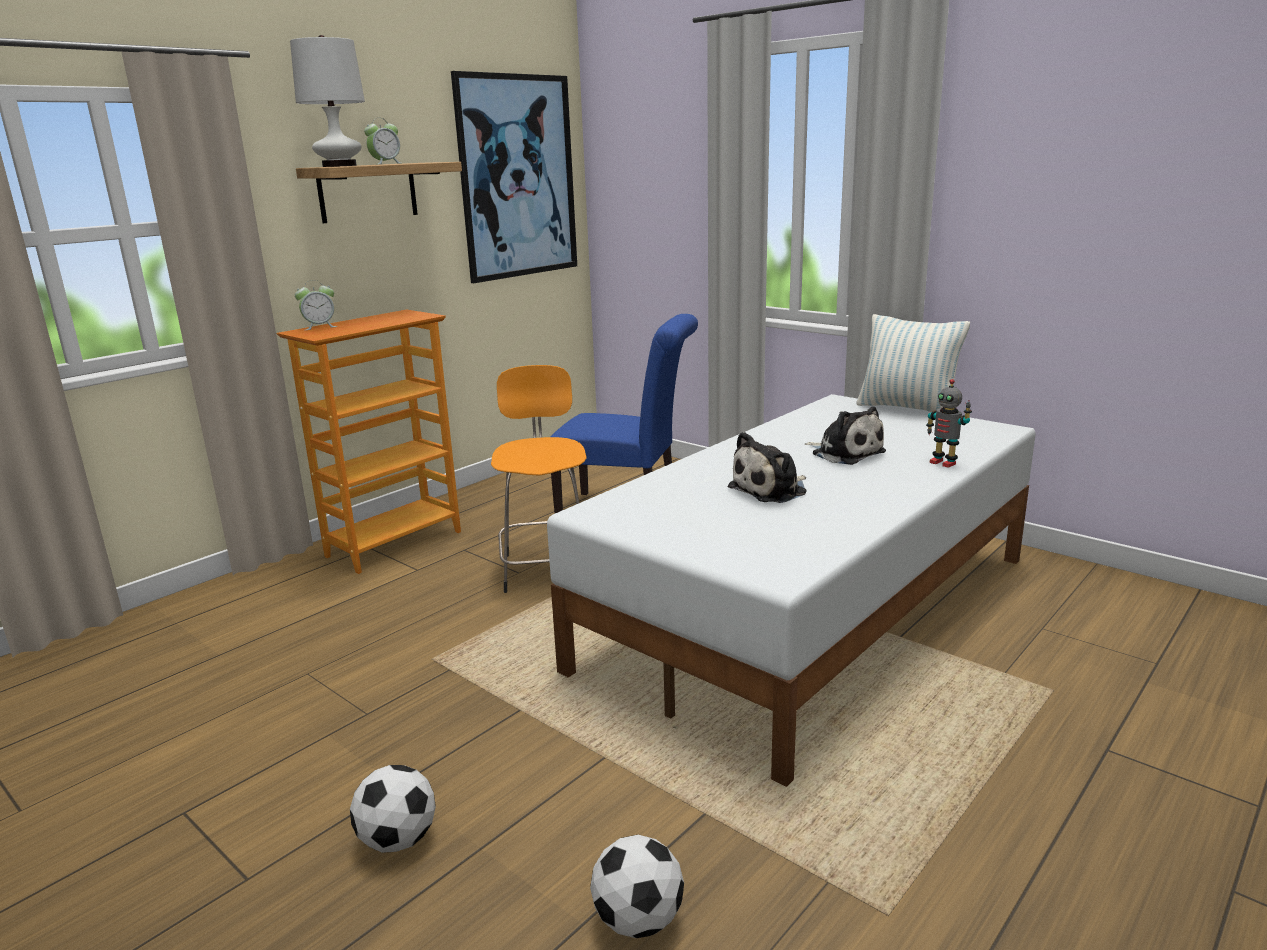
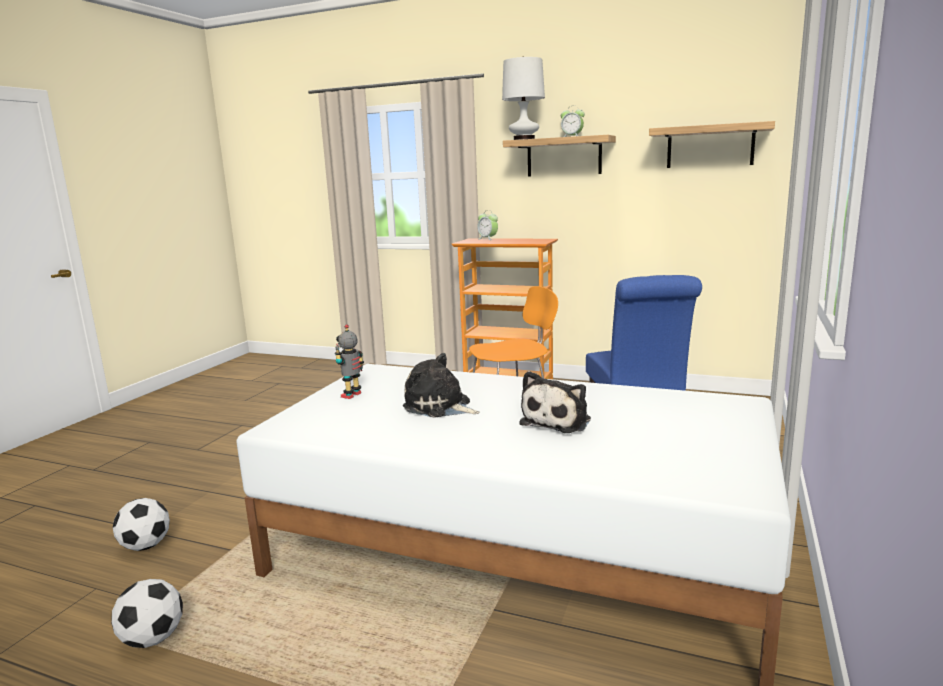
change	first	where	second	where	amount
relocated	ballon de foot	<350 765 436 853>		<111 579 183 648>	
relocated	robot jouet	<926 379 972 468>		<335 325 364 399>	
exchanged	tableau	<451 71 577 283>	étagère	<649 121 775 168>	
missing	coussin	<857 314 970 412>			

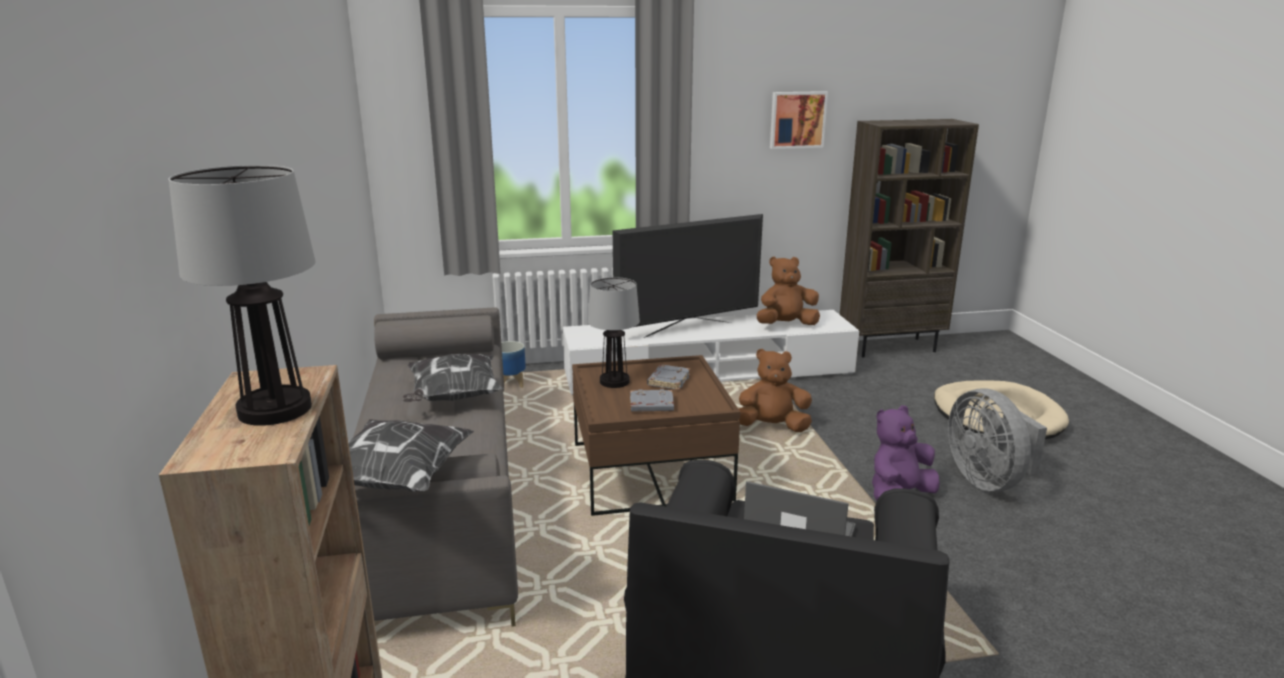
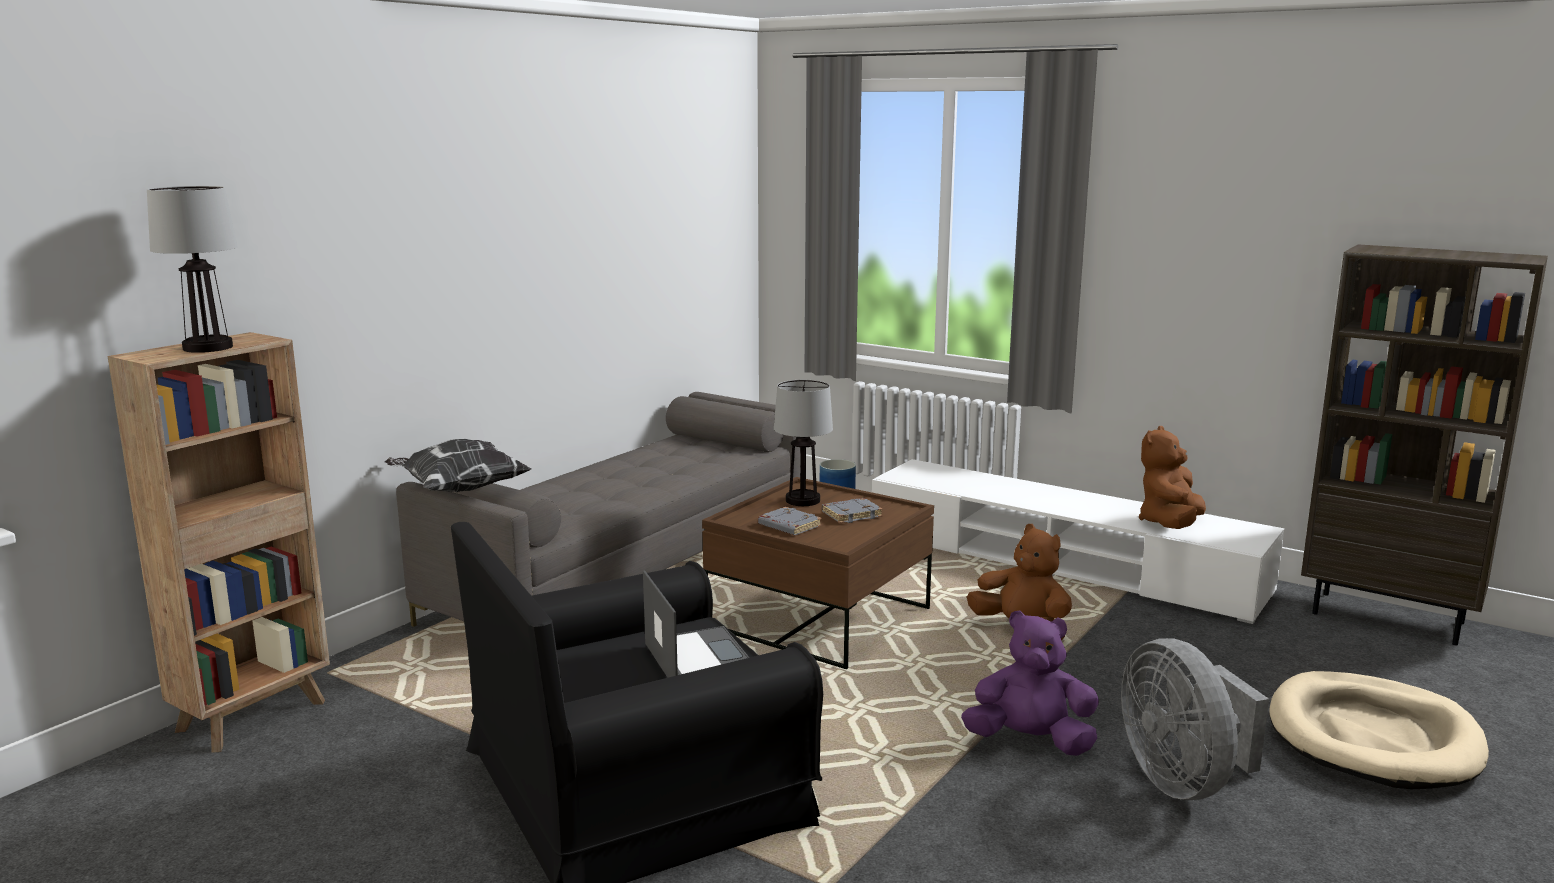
change	first	where	second	where	amount
spun	ventilateur (gris)	<948 388 1047 492>		<1121 638 1269 800>	45 degrees counterclockwise
spun	peluche (marron)	<757 256 820 325>		<1139 426 1206 529>	90 degrees counterclockwise
missing	coussin	<403 354 504 402>			
missing	téléviseur	<613 214 763 338>			
missing	tableau	<770 91 828 149>			

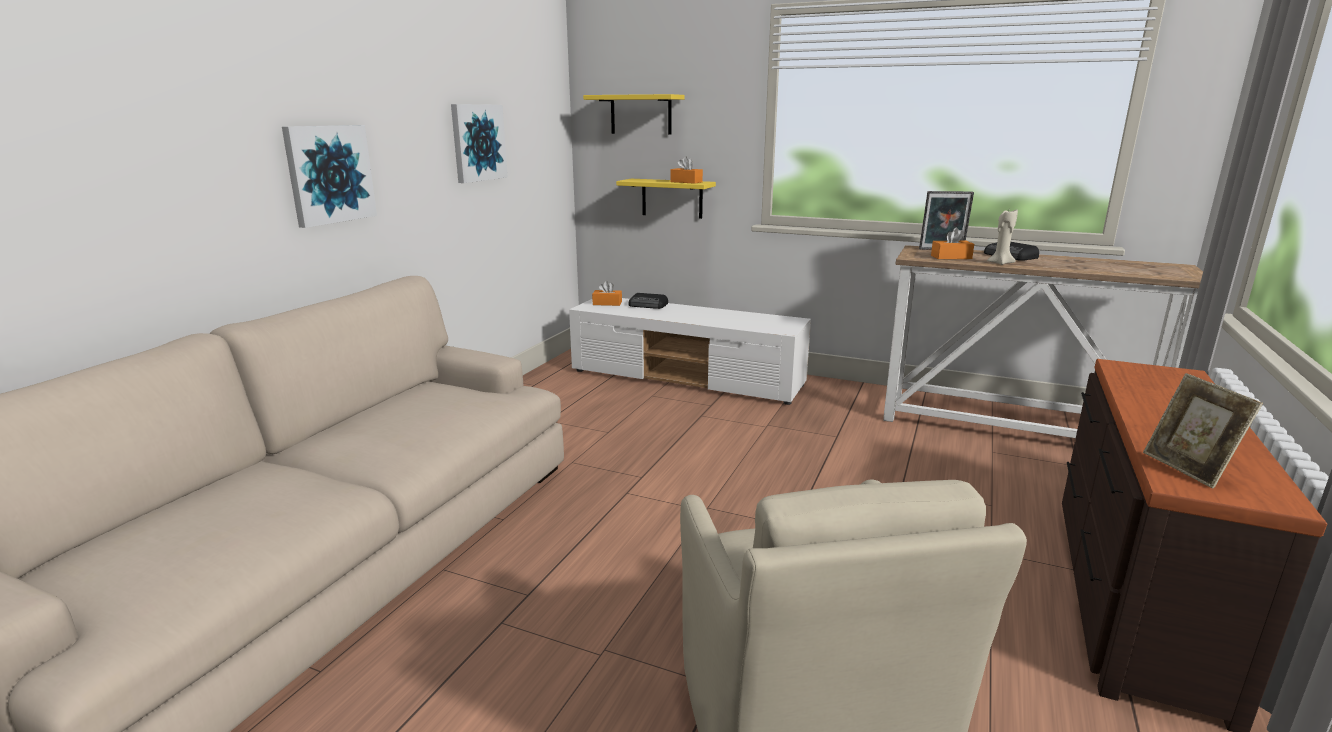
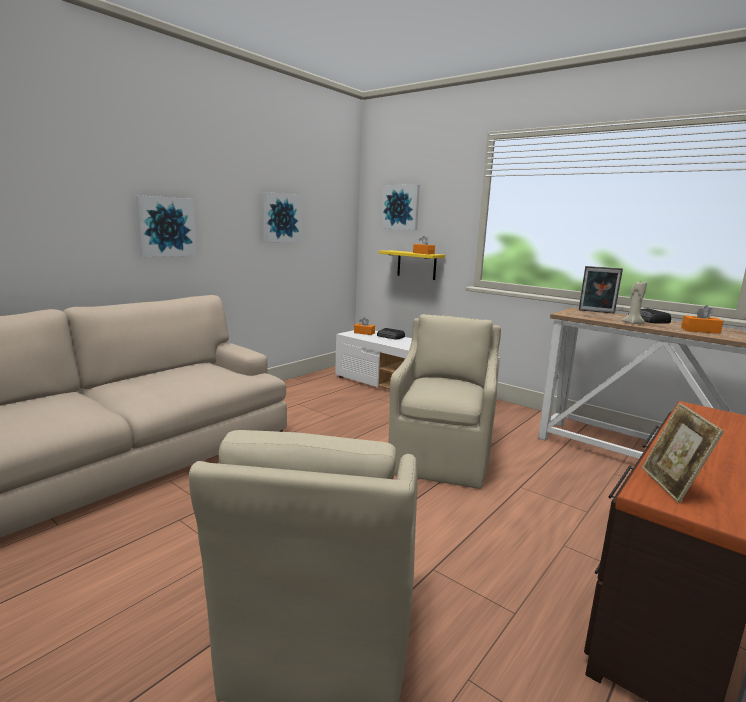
change	first	where	second	where	amount
exchanged	étagère (jaune)	<583 94 685 135>	tableau	<381 185 420 230>	
appeared			fauteuil (beige)	<389 314 501 489>	
relocated	boîte à mouchoirs (orange)	<931 228 974 259>		<681 305 723 334>	

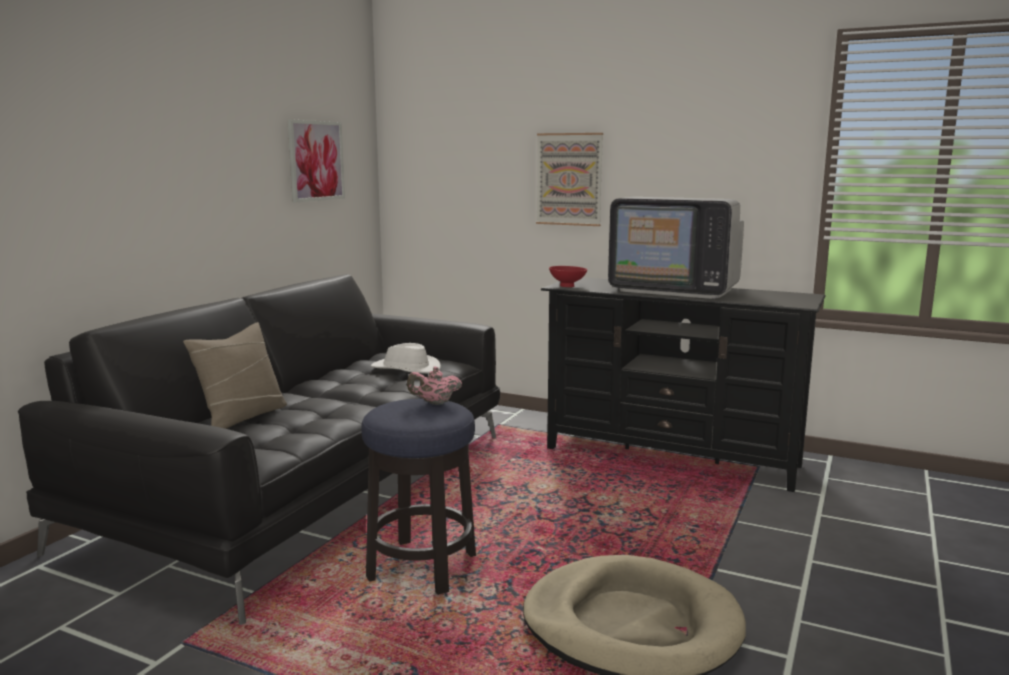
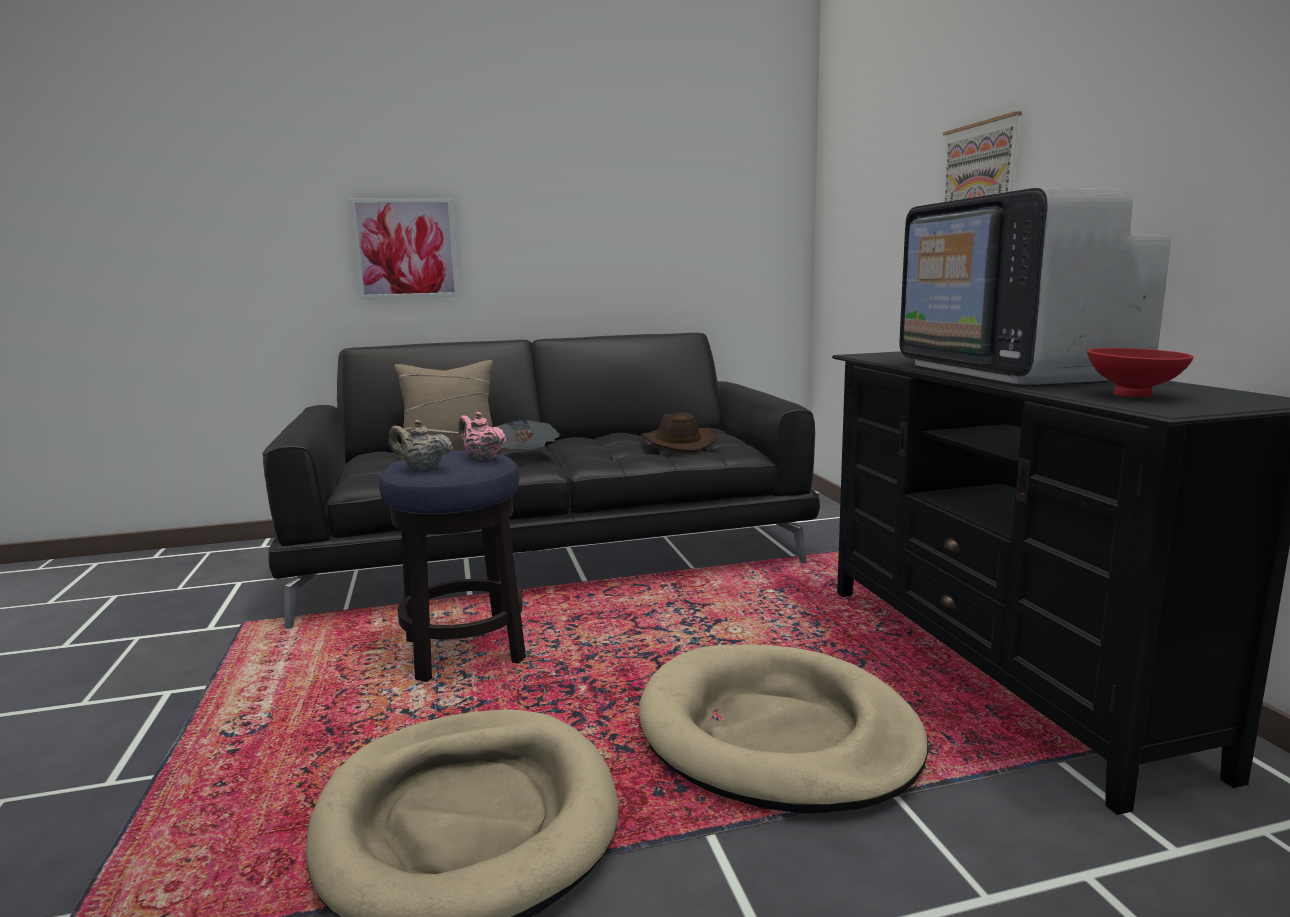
change	first	where	second	where	amount
relocated	tableau	<287 119 345 202>		<350 198 459 299>	
appeared			théière (beige)	<389 420 453 471>	
appeared			journal	<496 420 560 449>	
appeared			panier pour chien (beige)	<639 645 928 814>	
colour	chapeau (blanc)	<371 343 441 373>	chapeau (marron)	<640 412 717 451>	
relocated	bol (rouge)	<549 266 587 287>		<1087 348 1194 398>	

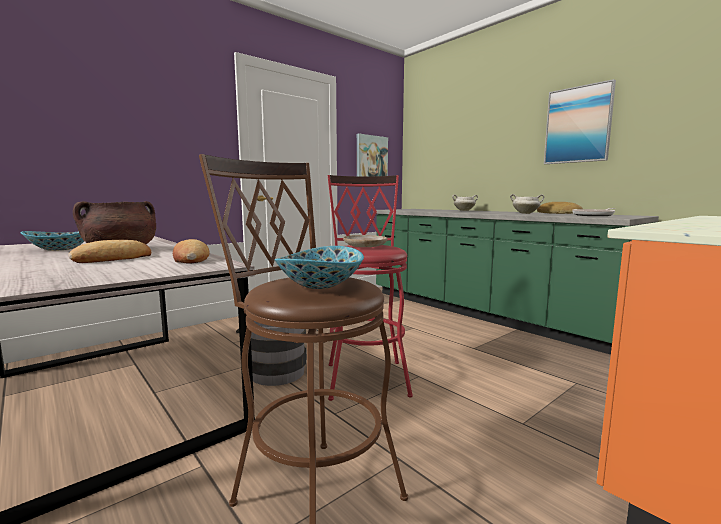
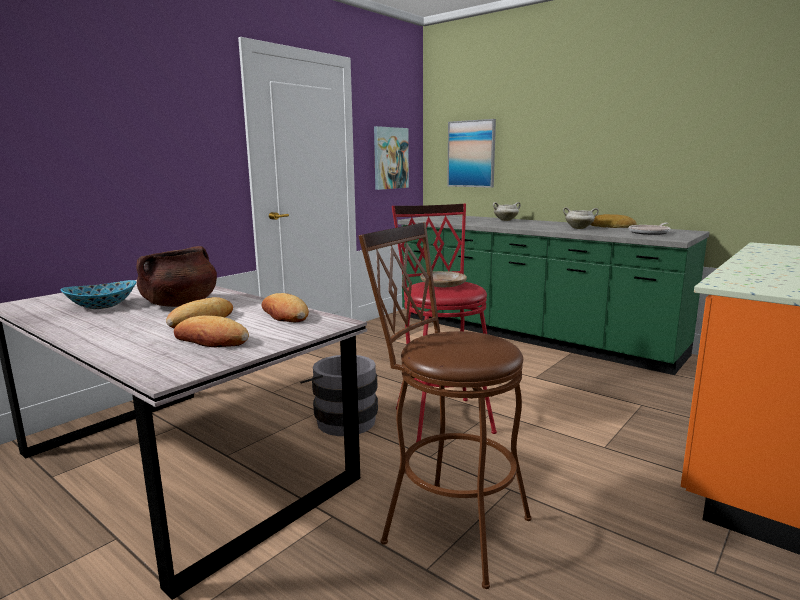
change	first	where	second	where	amount
appeared			pain	<174 315 249 347>	
relocated	tableau	<544 79 616 164>		<447 119 496 188>	
missing	bol	<275 246 364 289>			

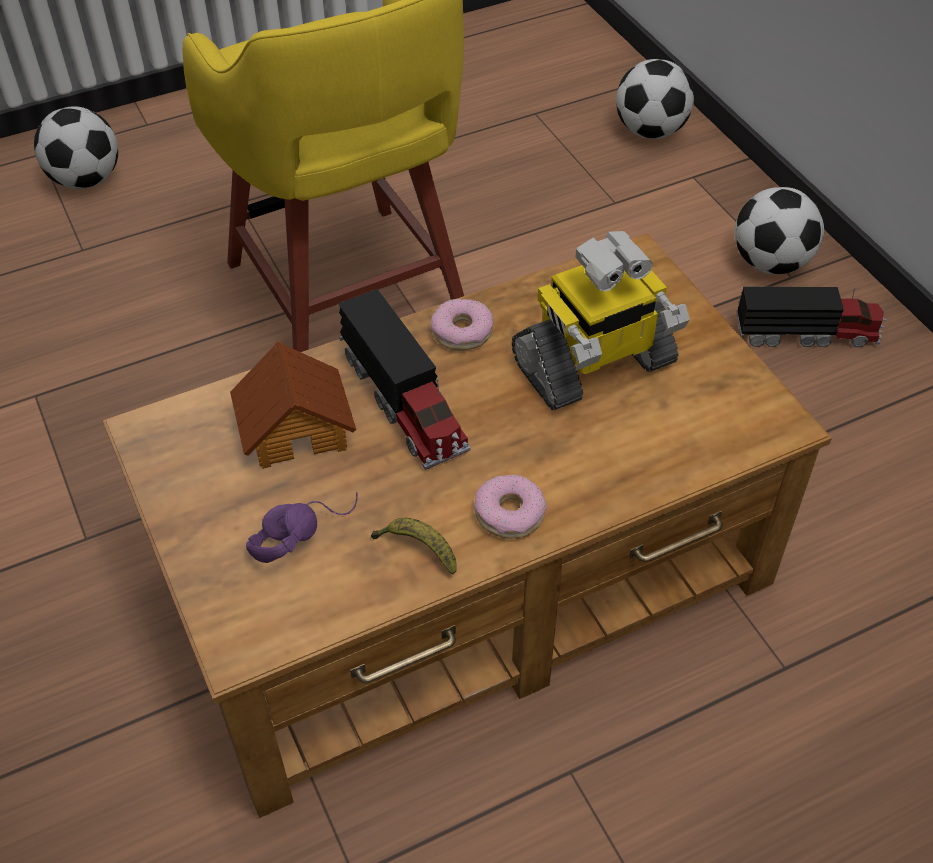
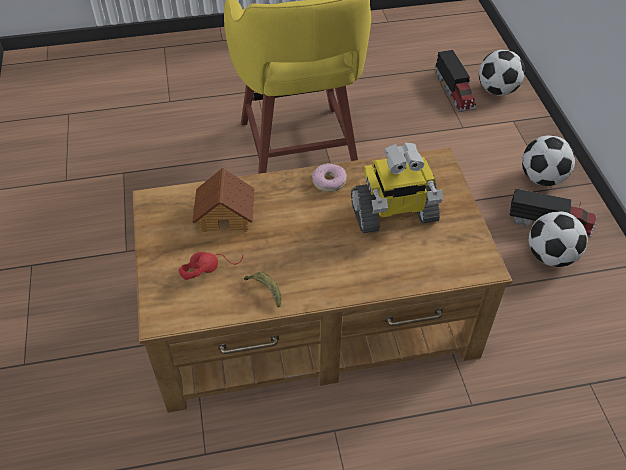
change	first	where	second	where	amount
colour	casque audio (violet)	<246 492 358 563>	casque audio (rouge)	<179 252 243 280>	
relocated	camion jouet	<338 289 470 470>		<435 50 476 112>	
relocated	ballon de foot	<34 106 118 189>		<529 211 588 267>	
missing	beignet	<474 474 547 539>			

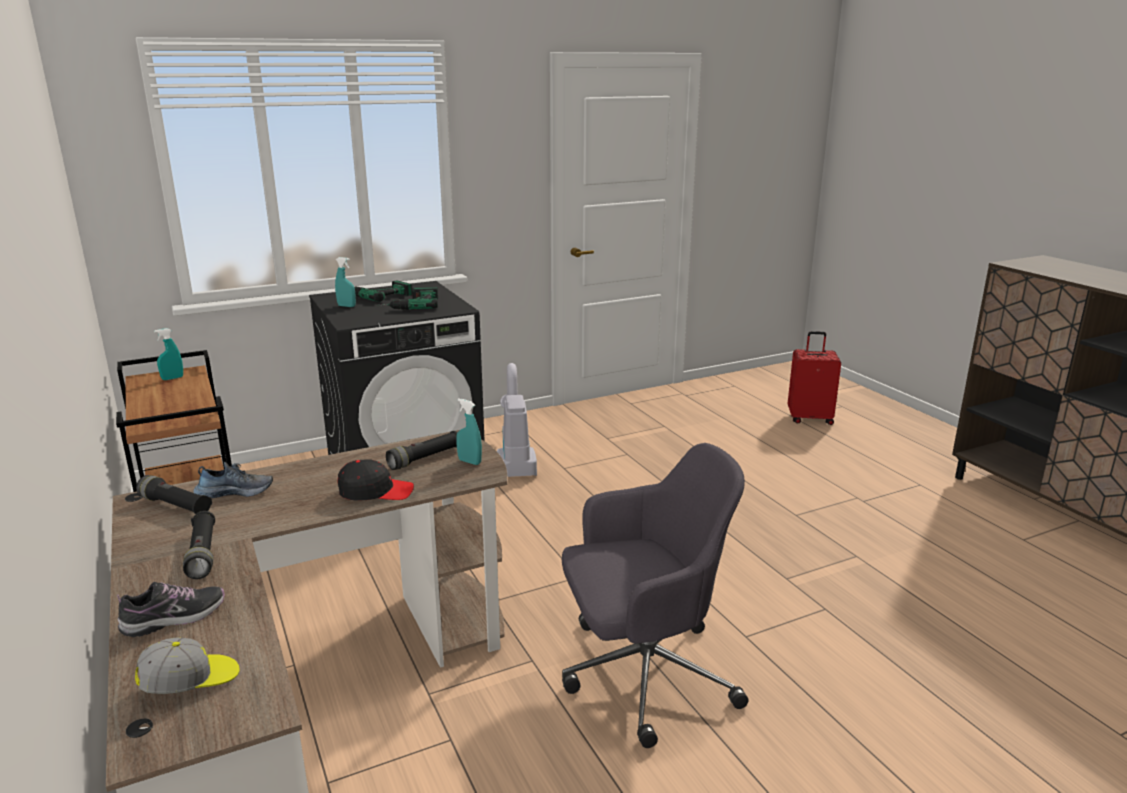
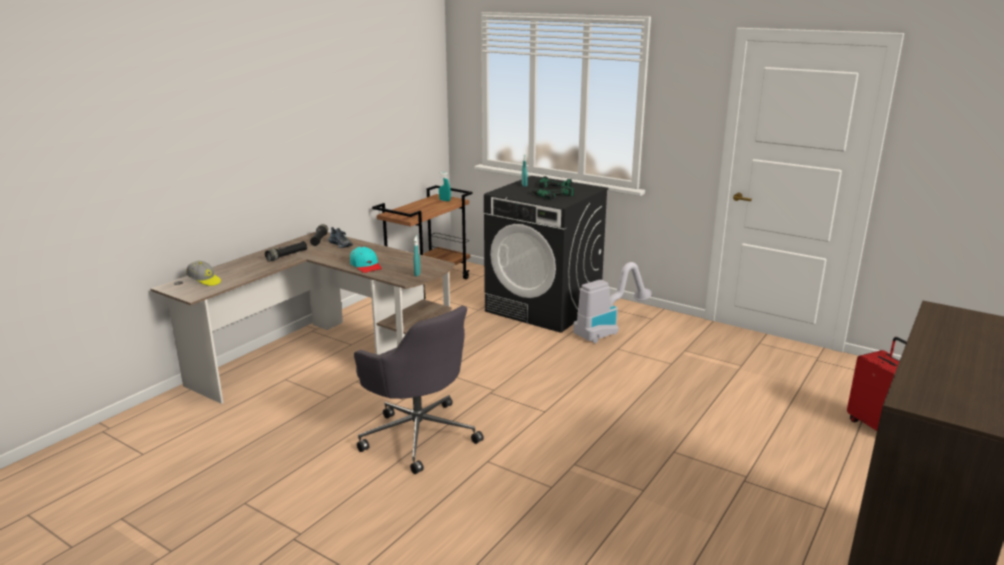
change	first	where	second	where	amount
colour	casquette (noir)	<338 459 414 500>	casquette (turquoise)	<350 246 382 273>	
missing	chaussure	<117 582 225 637>			
missing	lampe de poche (noir)	<386 431 457 470>			

